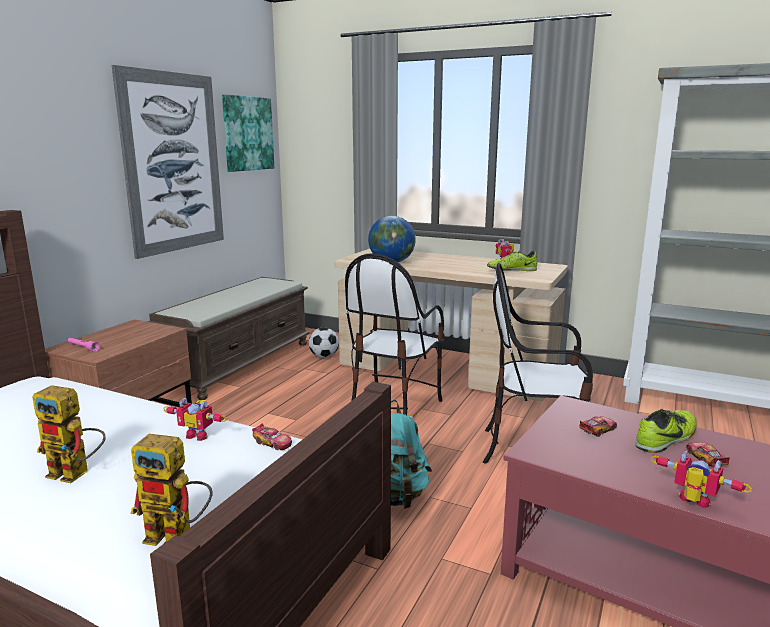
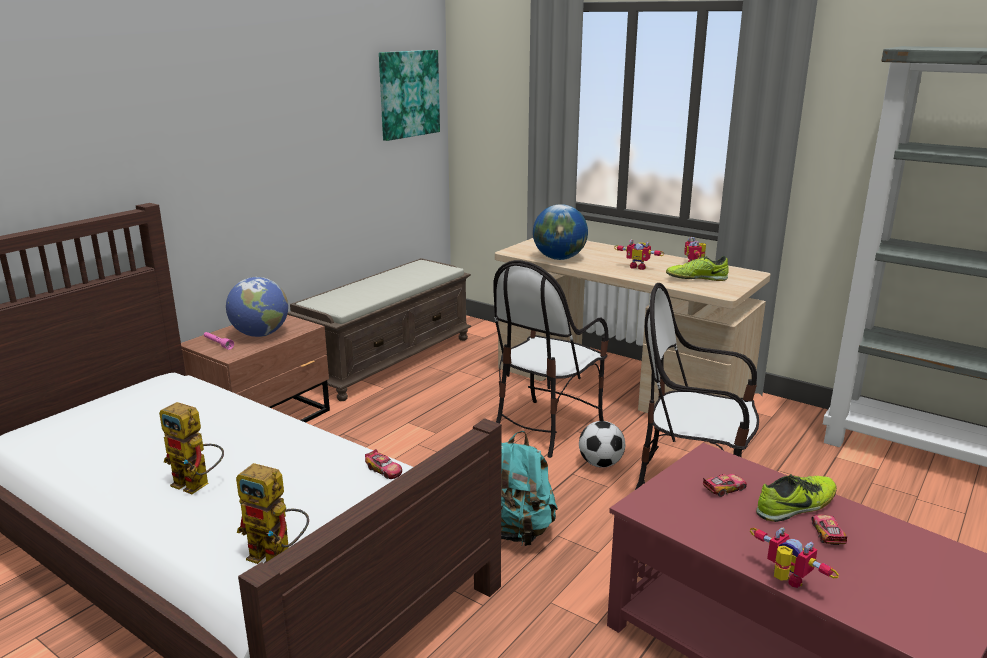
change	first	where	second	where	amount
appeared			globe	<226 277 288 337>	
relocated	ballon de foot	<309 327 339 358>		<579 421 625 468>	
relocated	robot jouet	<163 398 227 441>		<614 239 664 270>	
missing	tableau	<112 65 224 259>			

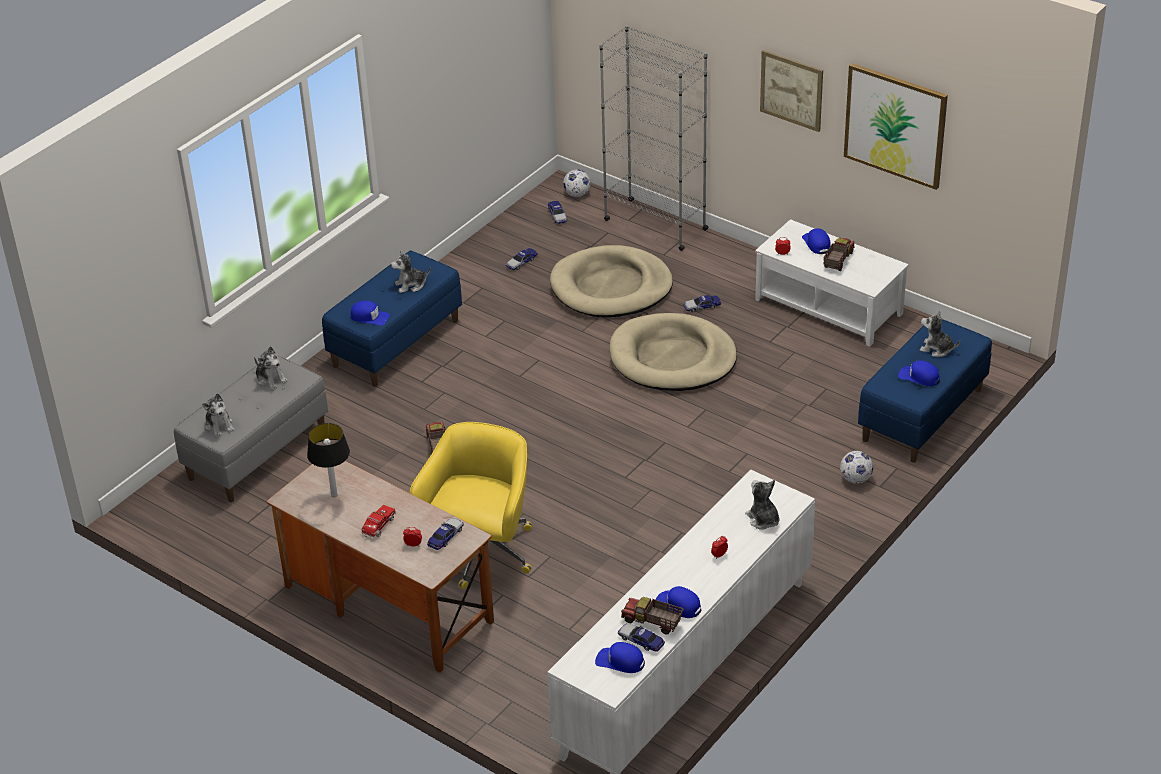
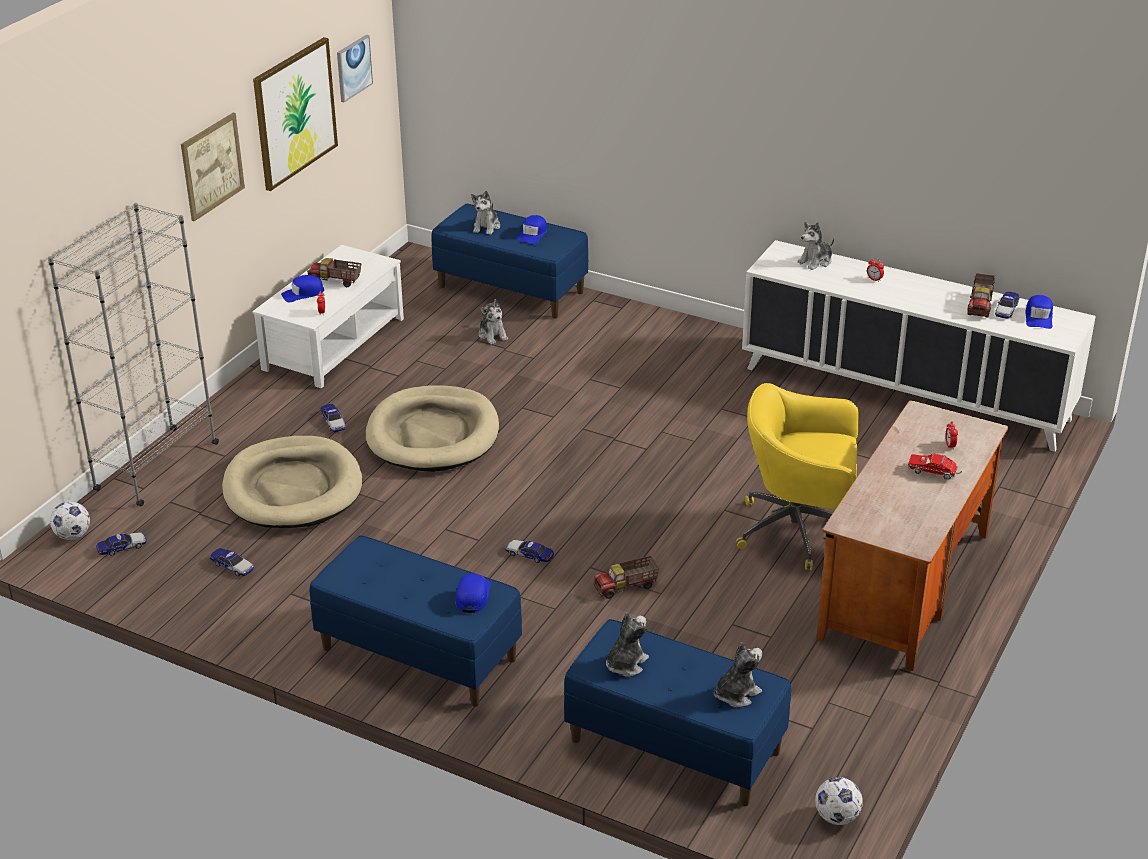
change	first	where	second	where	amount
appeared			tableau	<337 35 373 102>	
relocated	peluche	<391 250 430 293>		<479 299 508 345>	
relocated	petite voiture	<427 518 464 550>		<505 540 554 563>	
colour	banc (gris)	<174 355 328 502>	banc (bleu)	<564 619 791 806>	
relocated	ballon de foot	<840 451 873 484>		<815 777 863 825>	
missing	lampe de table	<307 423 350 497>			
missing	casquette (bleu)	<655 586 701 618>			

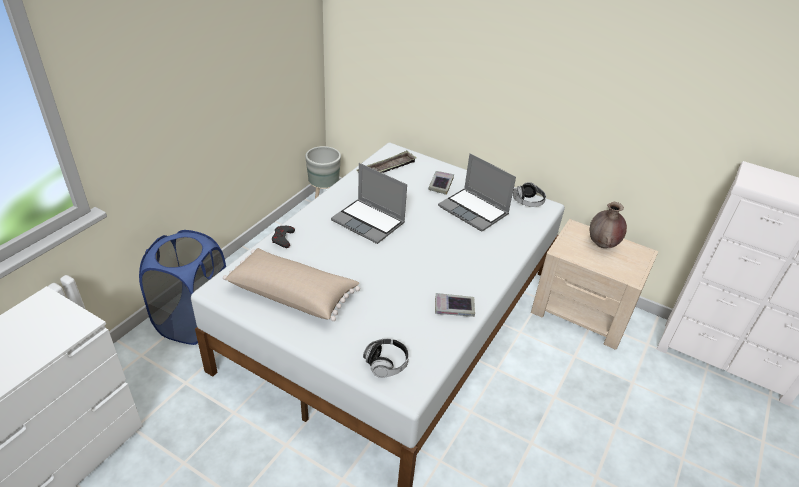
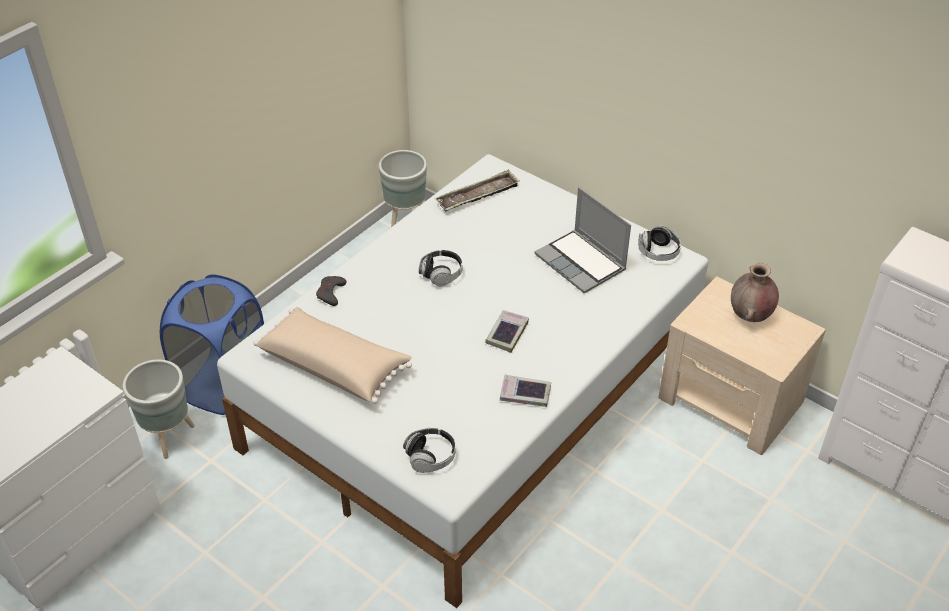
change	first	where	second	where	amount
appeared			cache-pot (gris)	<122 359 195 459>	
exchanged	ordinateur portable	<331 163 407 244>	casque audio	<419 250 463 286>	
relocated	livre	<428 171 454 195>		<485 310 529 353>	

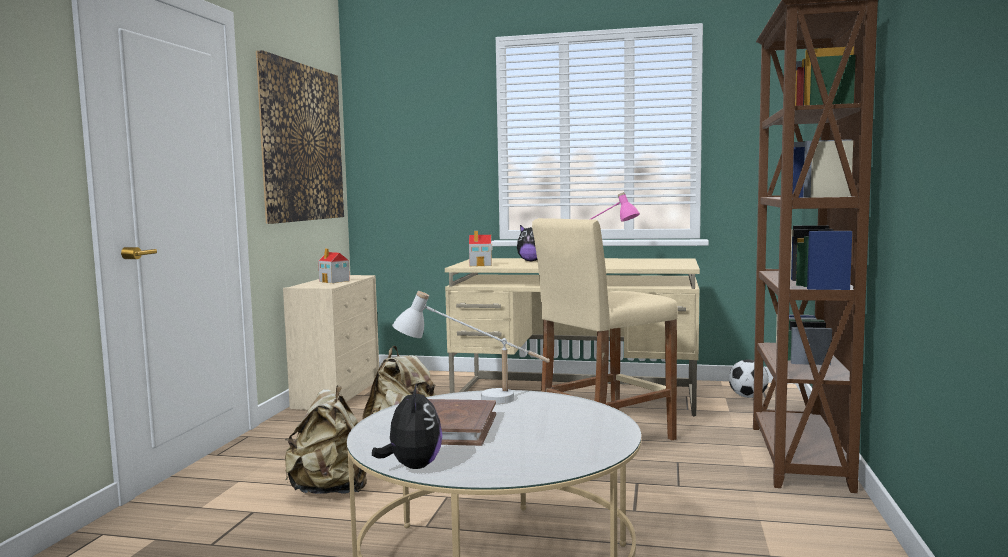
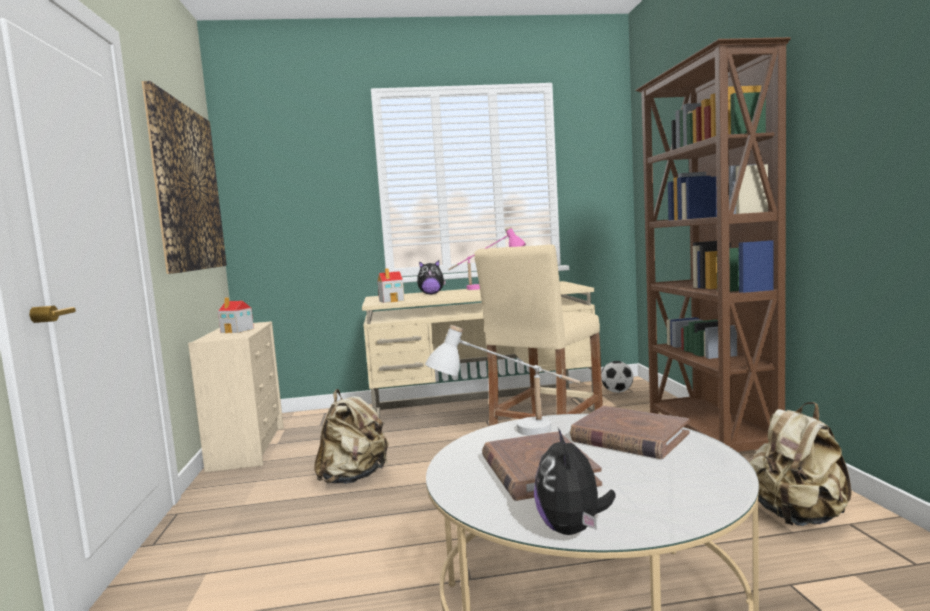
change	first	where	second	where	amount
spun	peluche	<372 383 442 469>		<534 428 616 535>	150 degrees counterclockwise
appeared			livre (marron)	<570 406 689 459>	
relocated	sac à dos (beige)	<285 385 367 494>		<749 402 852 526>	

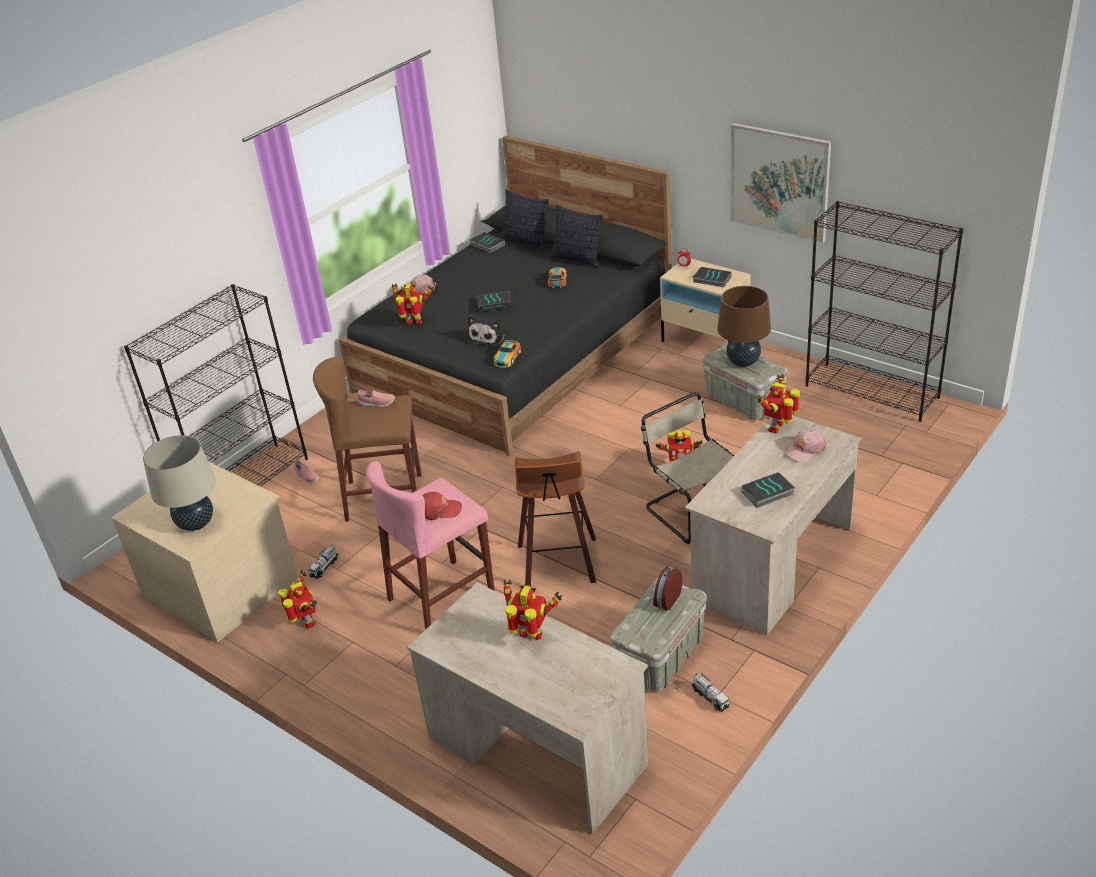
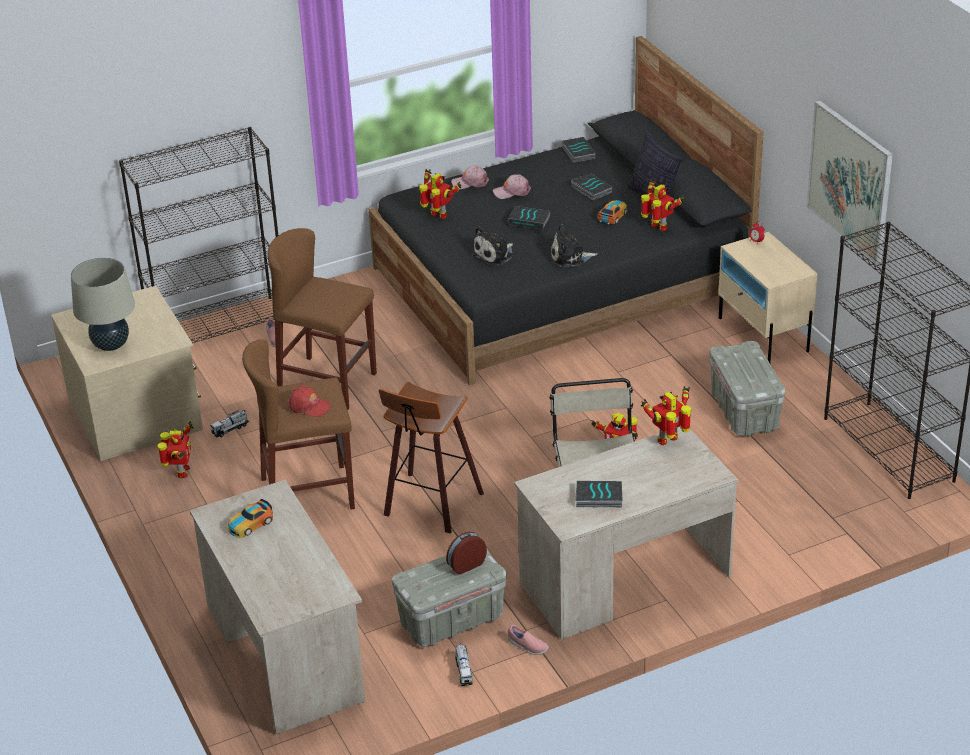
change	first	where	second	where	amount
relocated	petite voiture	<494 339 521 368>		<228 499 273 538>	
colour	tabouret (rose)	<366 461 495 630>	tabouret (marron)	<242 339 355 509>	
relocated	casquette (rose)	<784 429 826 463>		<493 174 531 199>	
relocated	chaussure (rose)	<357 390 395 407>		<508 625 549 655>	
appeared			peluche	<551 224 598 267>	
relocated	livre	<693 267 731 287>		<571 173 612 200>	
relocated	robot jouet	<503 579 562 640>		<641 179 684 231>	
missing	coussin	<501 189 549 251>			
missing	lampe de table (marron)	<717 286 771 367>			

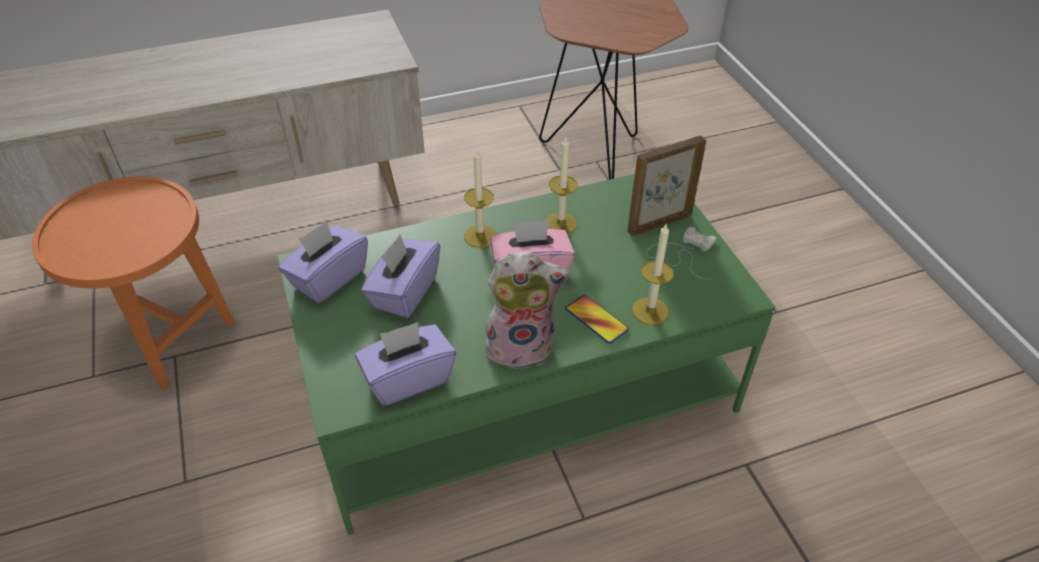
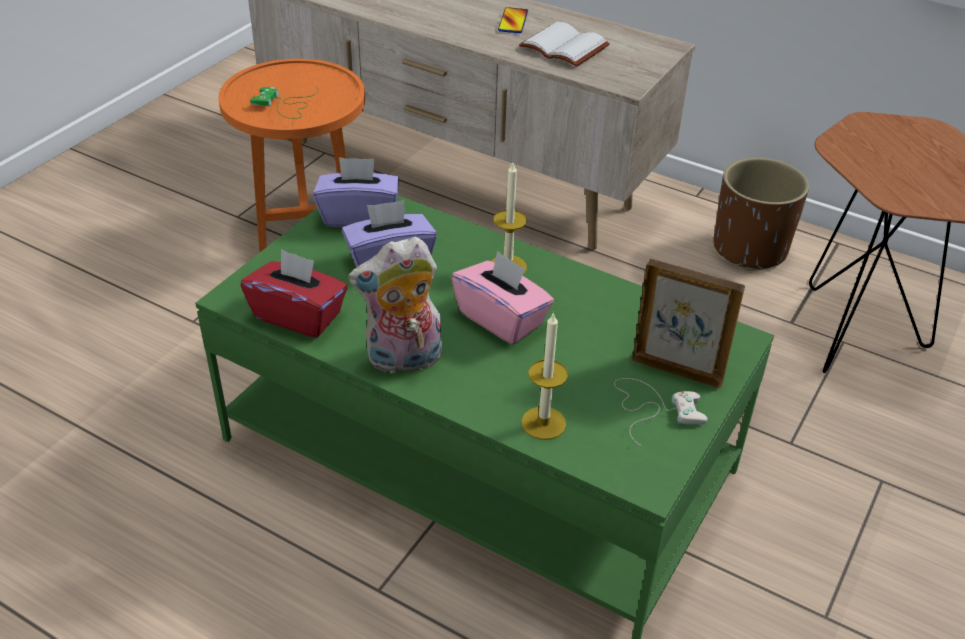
change	first	where	second	where	amount
colour	boîte à mouchoirs (violet)	<355 322 456 405>	boîte à mouchoirs (rouge)	<241 249 348 338>	
appeared			manette (vert)	<250 87 318 119>	
spun	peluche	<485 252 570 370>		<348 237 442 374>	120 degrees clockwise
relocated	téléphone	<565 294 629 344>		<498 7 528 33>	
appeared			livre (blanc)	<519 22 610 67>	
appeared			cache-pot (marron)	<713 157 809 271>	
missing	bougie	<546 138 578 234>			

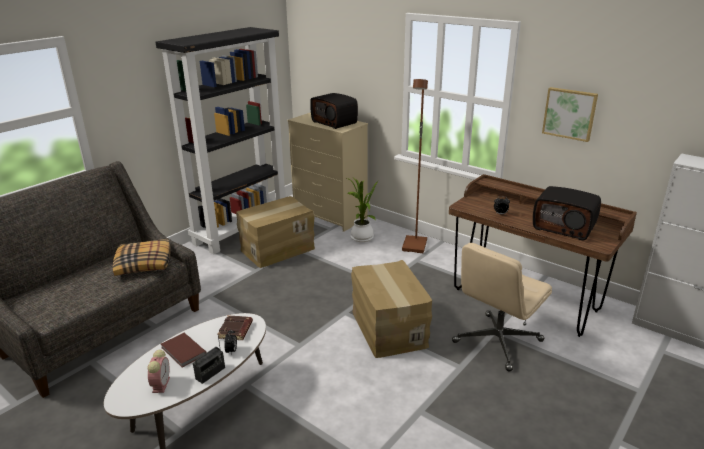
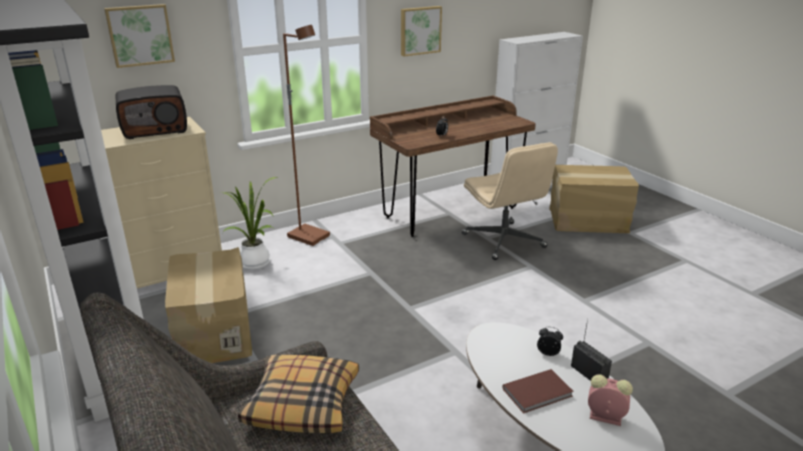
change	first	where	second	where	amount
appeared			tableau	<104 4 175 68>	
relocated	carton	<351 260 432 358>		<549 165 639 233>	
missing	livre (marron)	<217 315 253 340>			
missing	radio	<533 186 601 241>			

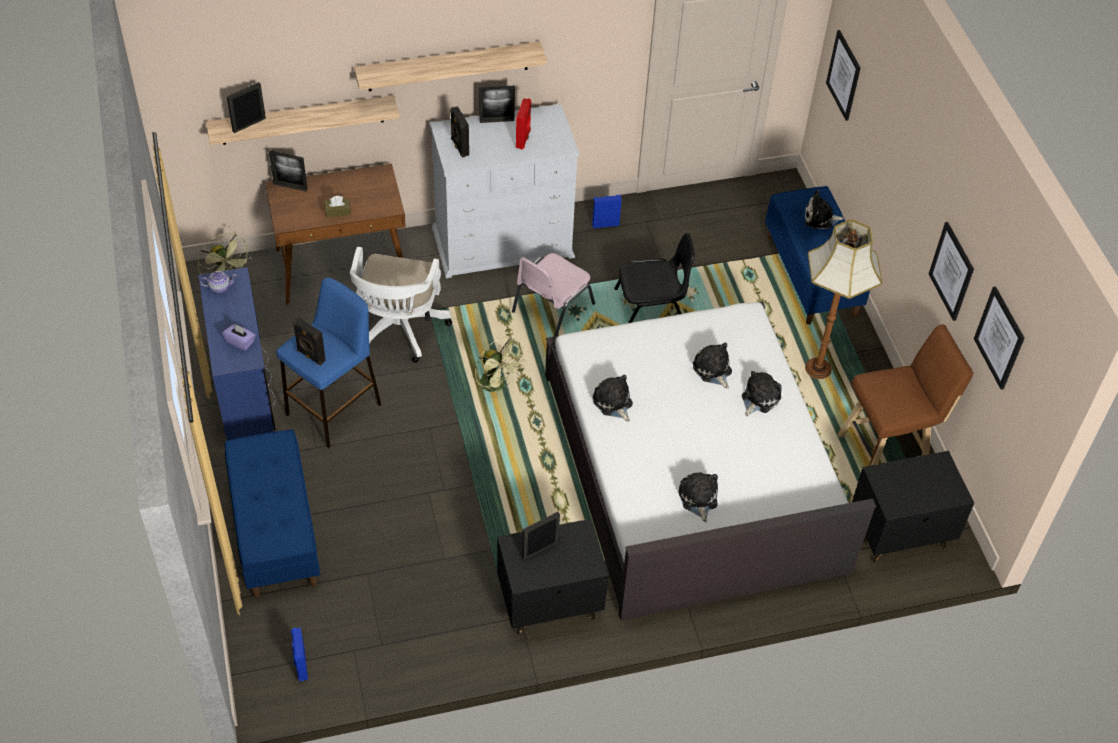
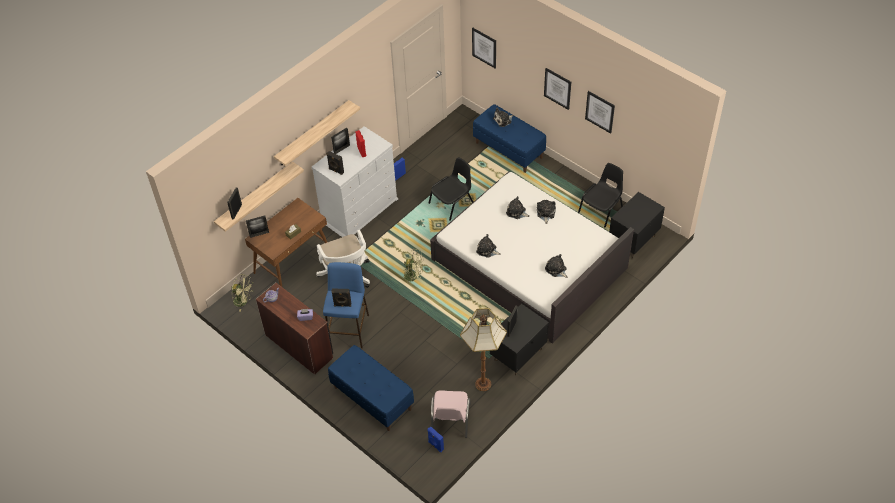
change	first	where	second	where	amount
colour	bureau (bleu)	<198 267 276 440>	bureau (marron)	<256 283 333 375>	
relocated	chaise (rose)	<512 253 595 337>		<431 390 471 438>	
relocated	lampadaire	<805 219 882 379>		<460 308 507 391>	
relocated	tableau	<974 287 1024 390>		<544 68 571 110>	
exchanged	tabouret (marron)	<837 325 973 466>	chaise (noir)	<578 163 623 228>	

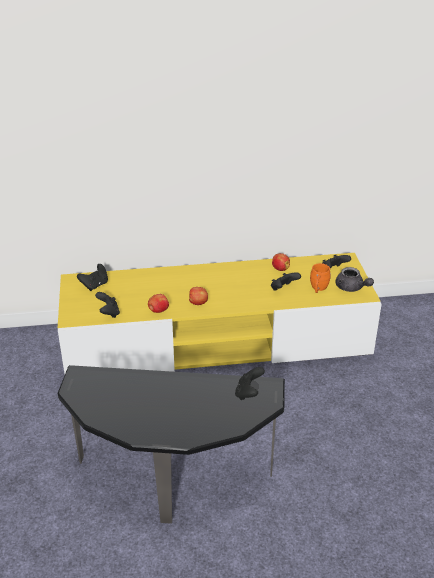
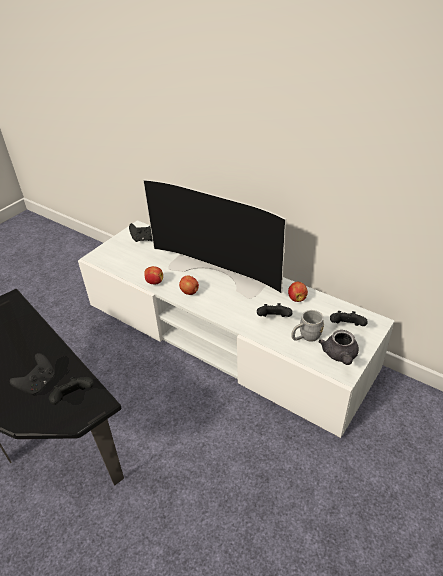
change	first	where	second	where	amount
relocated	manette (noir)	<95 292 120 318>		<9 353 55 396>	
colour	meuble télé (jaune)	<58 253 382 374>	meuble télé (blanc)	<78 220 395 438>	
appeared			téléviseur	<143 179 286 299>	
colour	mug (orange)	<310 263 331 293>	mug (gris)	<292 310 324 342>	

